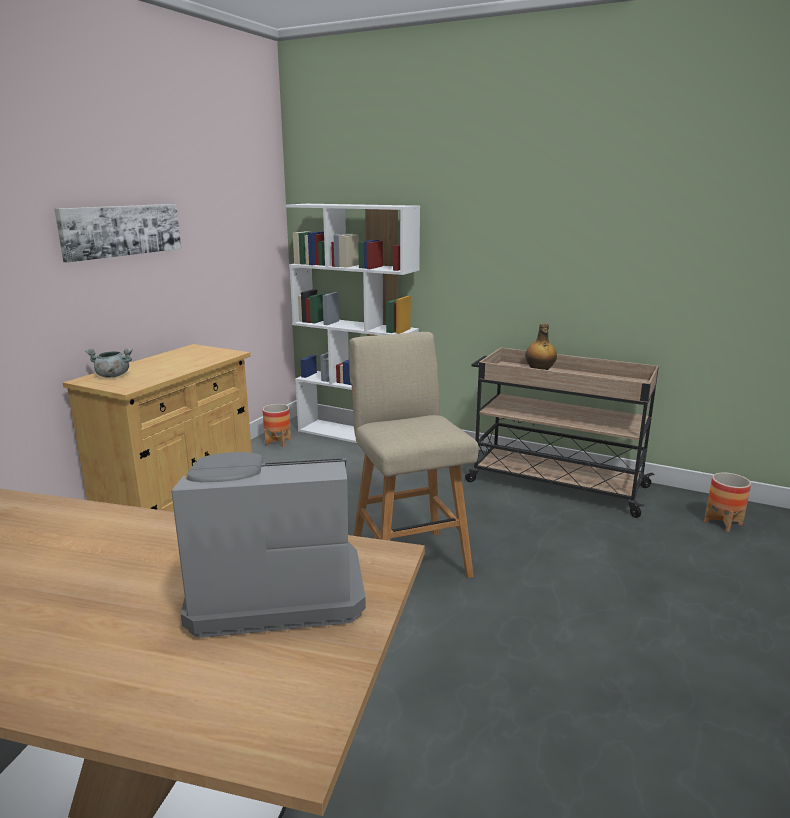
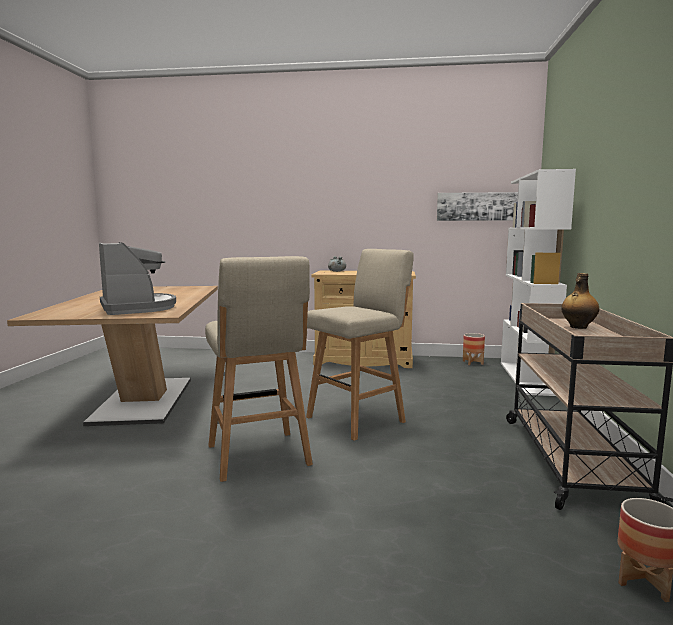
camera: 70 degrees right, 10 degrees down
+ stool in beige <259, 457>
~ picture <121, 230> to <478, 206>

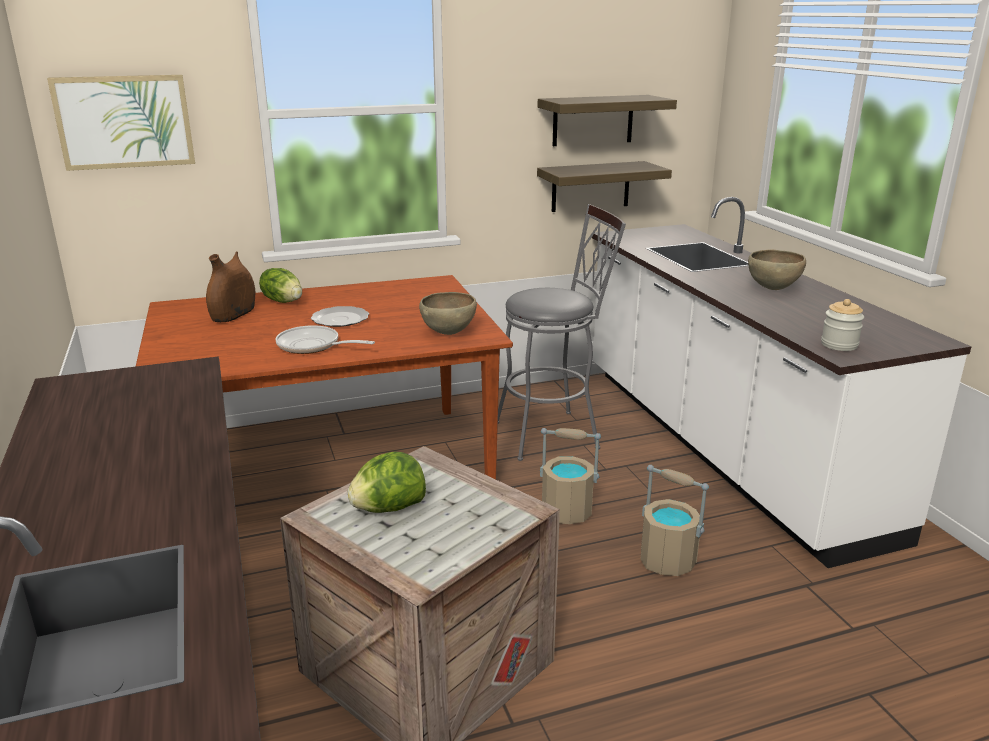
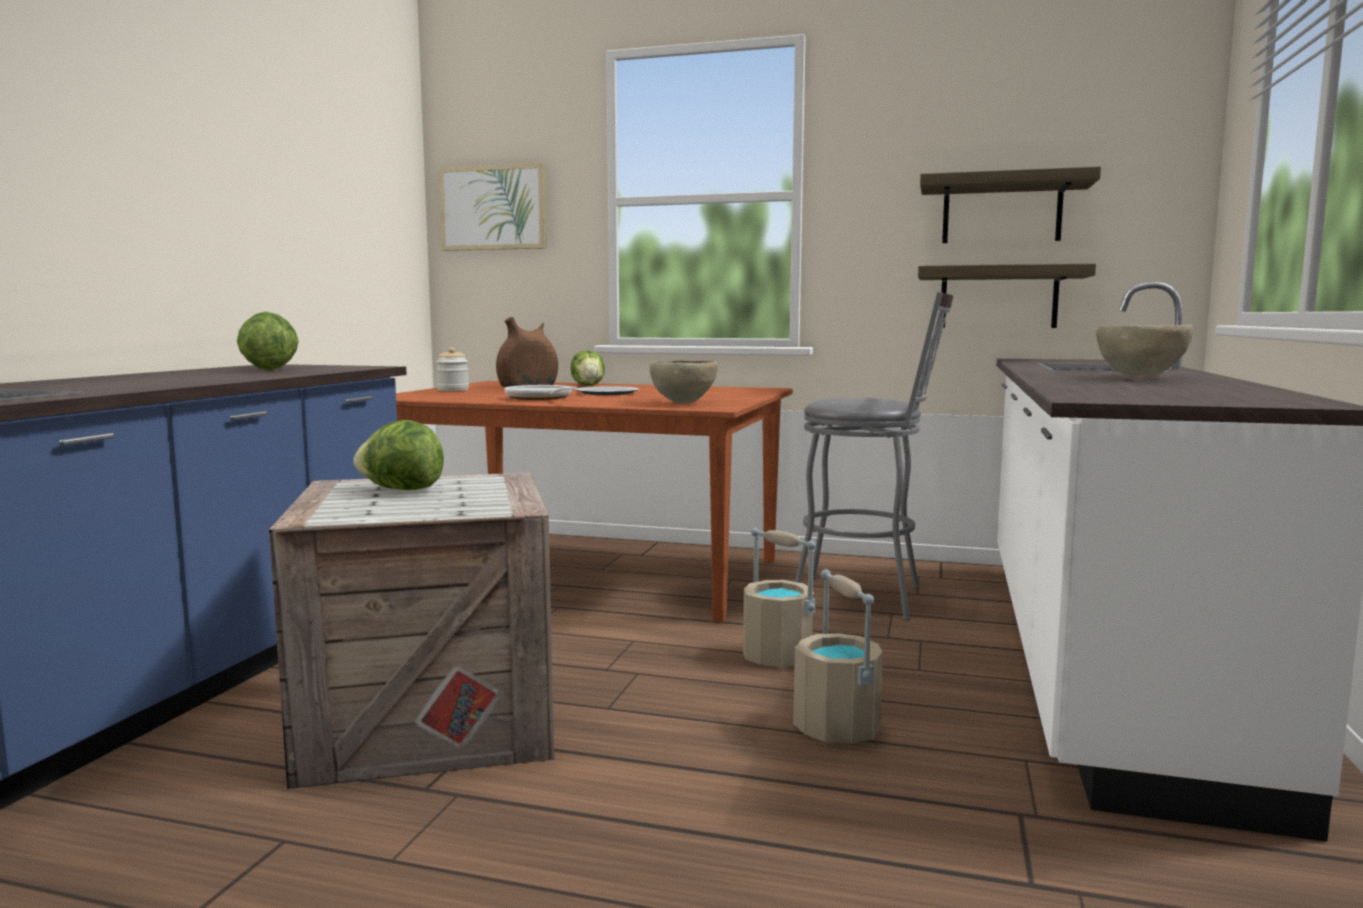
camera: 35 degrees right, 15 degrees down
+ lettuce <268, 370>
~ jar <839, 345> to <453, 389>

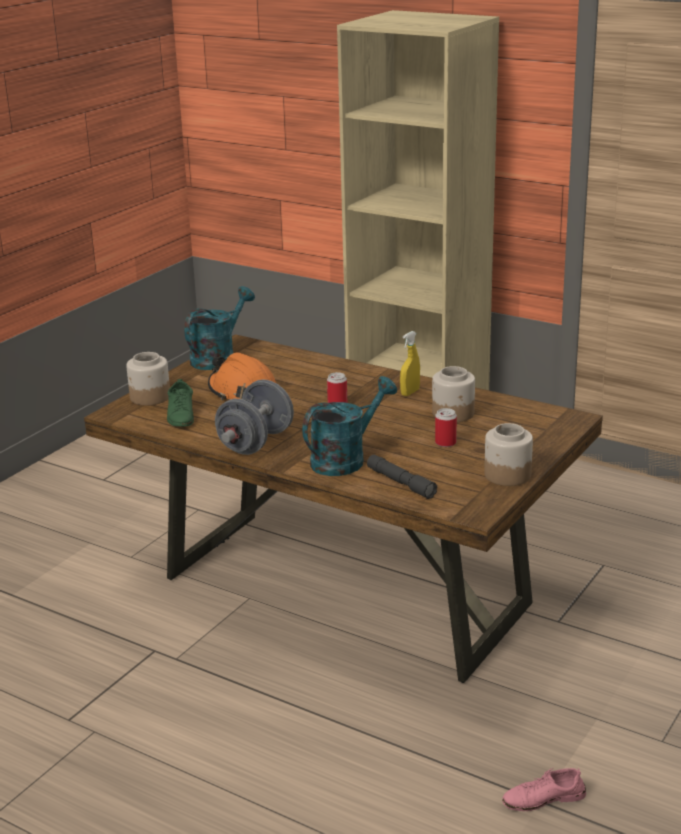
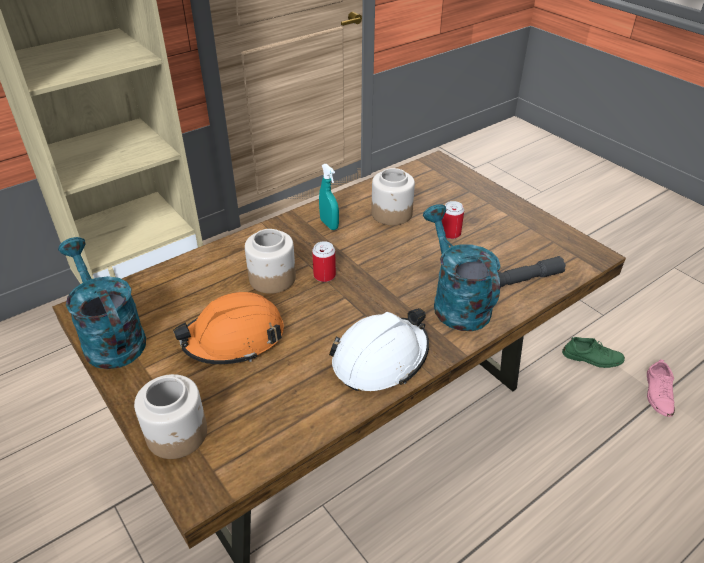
camera: 70 degrees left, 15 degrees up
~ jar <507, 475> to <271, 278>
~ spray bottle in yellow <410, 392> to spray bottle in turquoise <329, 224>
~ dumbbell in grey <256, 442> to hard hat in white <380, 359>
~ shoe in green <181, 415> to <592, 358>

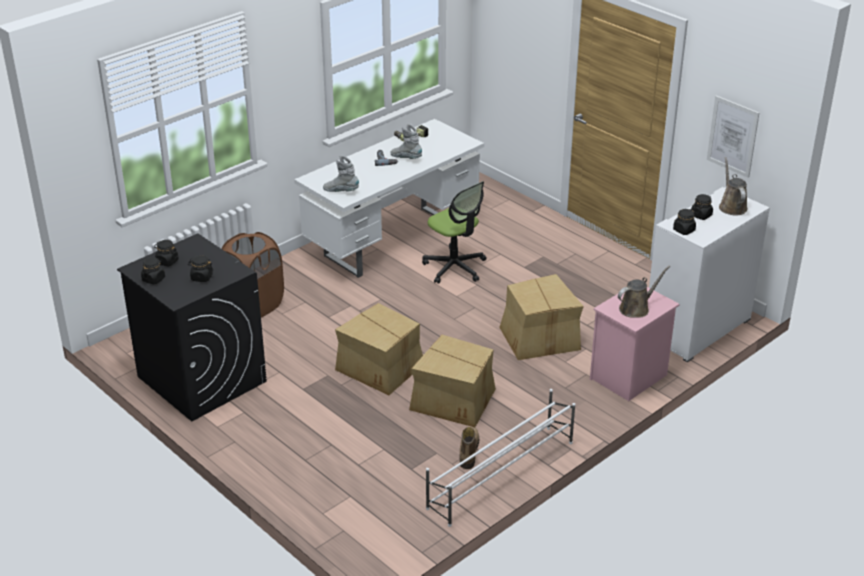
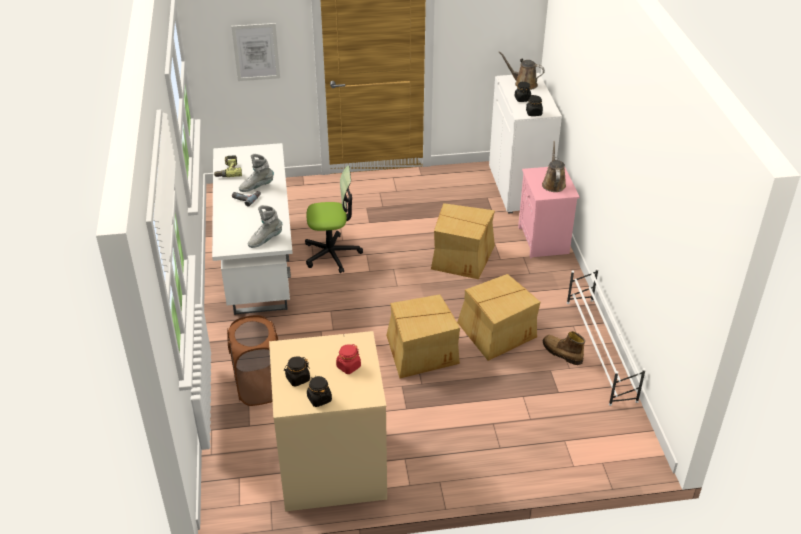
camera: 55 degrees left, 5 degrees up
~ picture <732, 136> to <256, 52>
~ washing machine in black <201, 378> to washing machine in beige <331, 467>
~ jar in black <201, 277> to jar in red <348, 366>

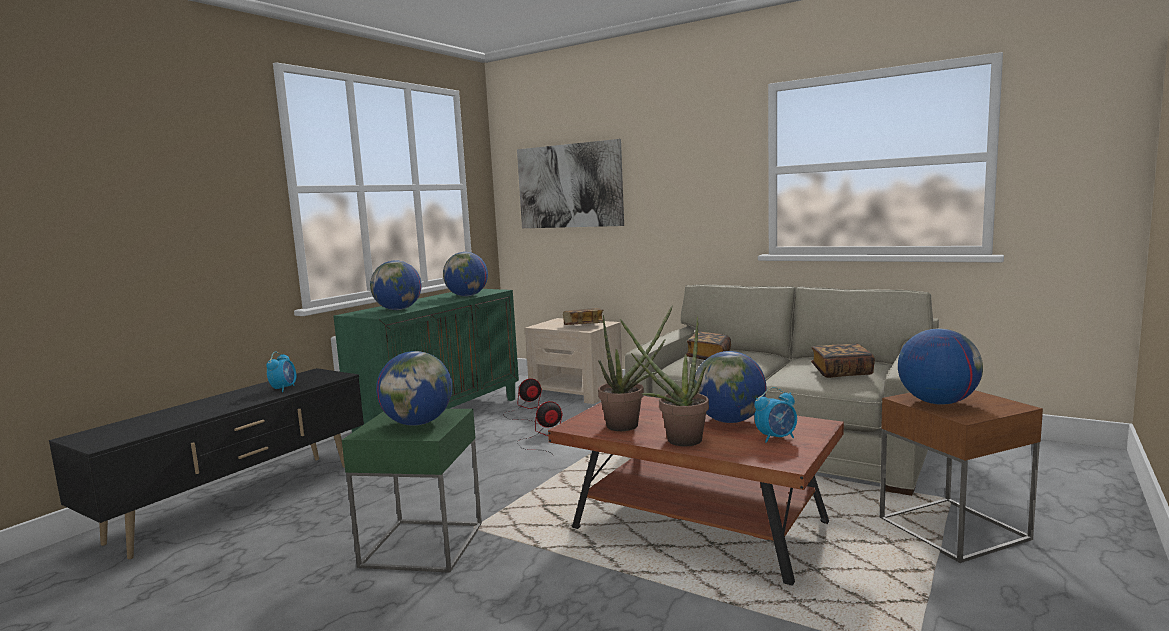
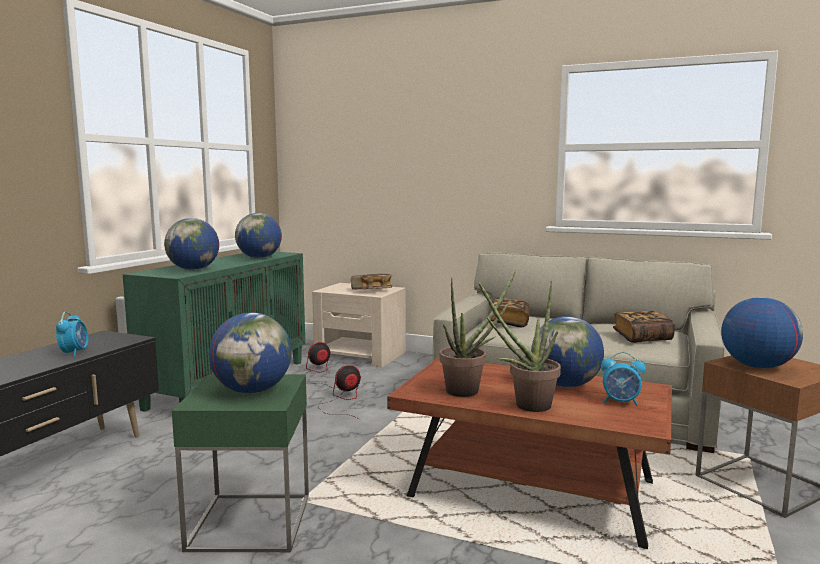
camera: 10 degrees left, 0 degrees up
~ alarm clock <776, 438> = <621, 402> 45 degrees clockwise
- picture <569, 186>

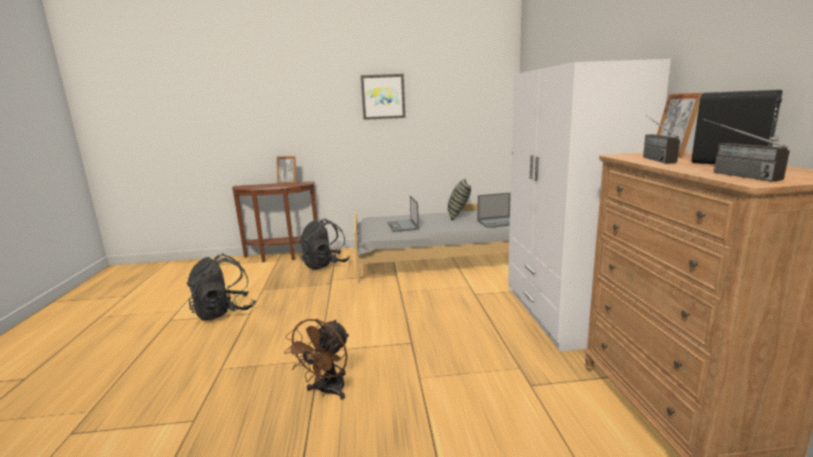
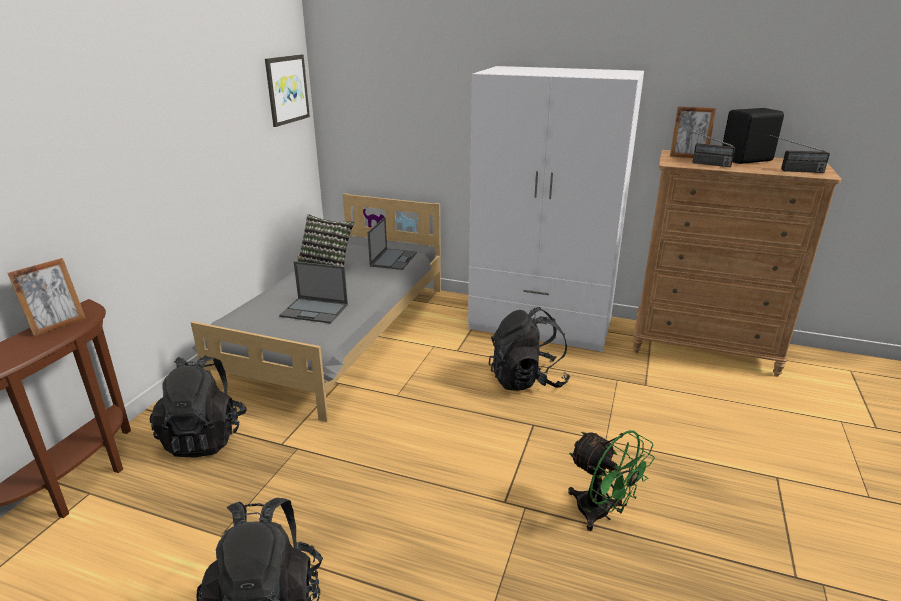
camera: 65 degrees left, 10 degrees up
~ picture <383, 97> to <286, 89>
+ backpack in black <527, 380>
~ fan in brown <327, 391> to fan in green <601, 514>

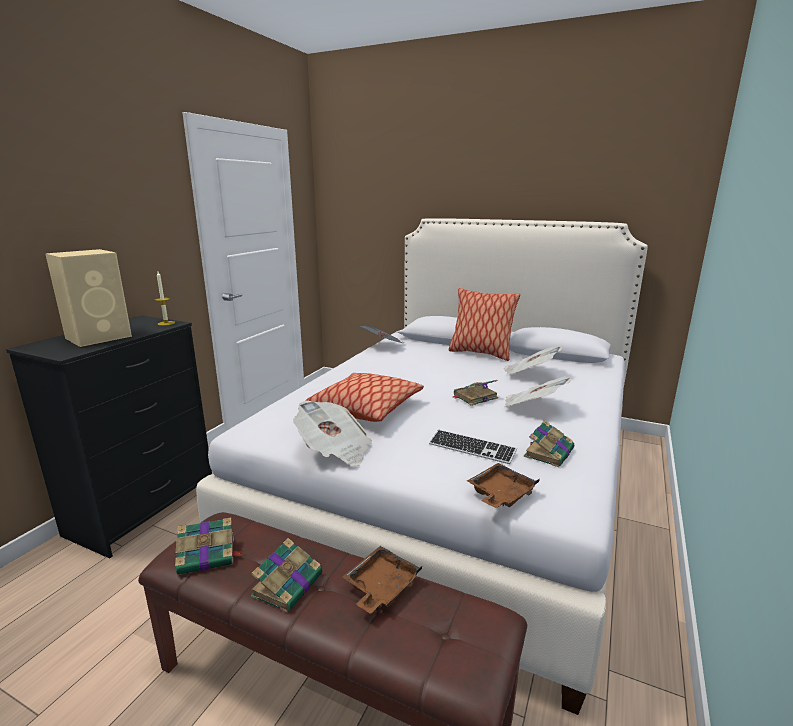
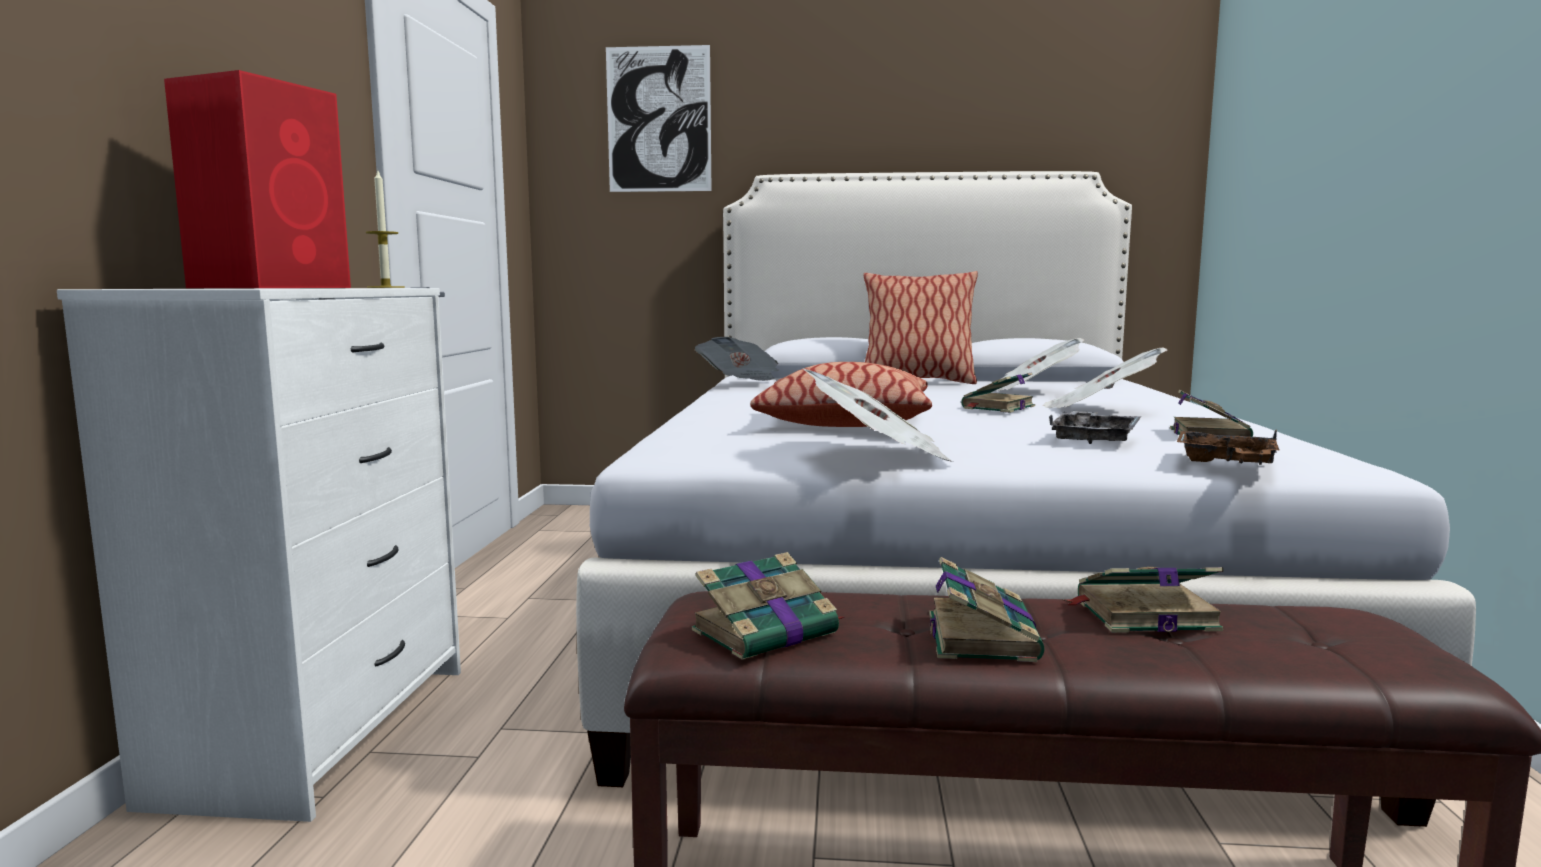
camera: 20 degrees left, 10 degrees down
~ dresser in black <143, 509> to dresser in white <321, 732>
~ speaker in beige <100, 337> to speaker in red <274, 288>
+ picture <659, 119>
~ keyboard <472, 448> to tray in grey <1094, 440>
~ tray in brown <381, 587> to book <1142, 615>

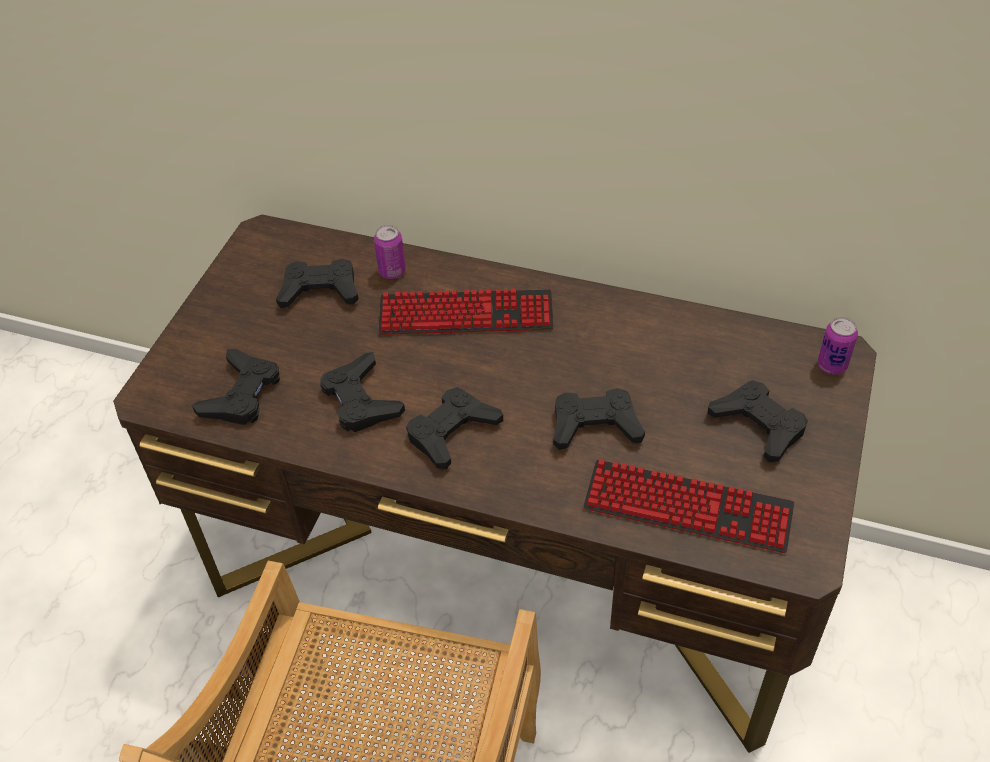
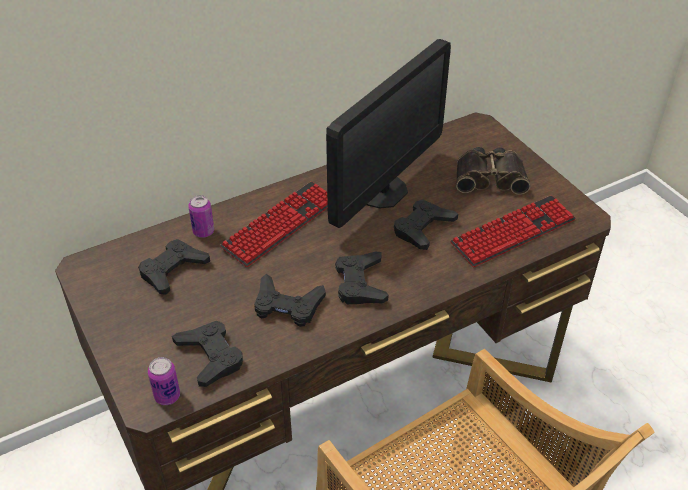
camera: 50 degrees left, 5 degrees down
~ can <832, 365> to <167, 396>
+ monitor <383, 191>
~ game controller in black <758, 425> to binoculars <490, 177>

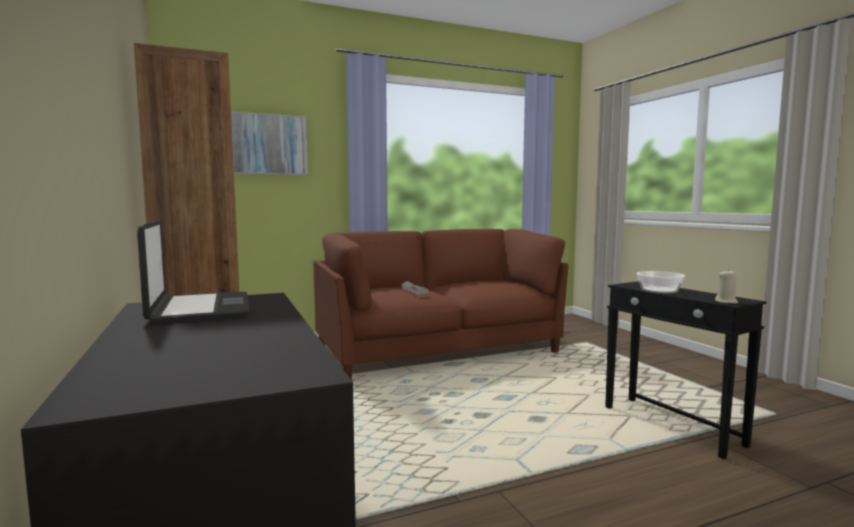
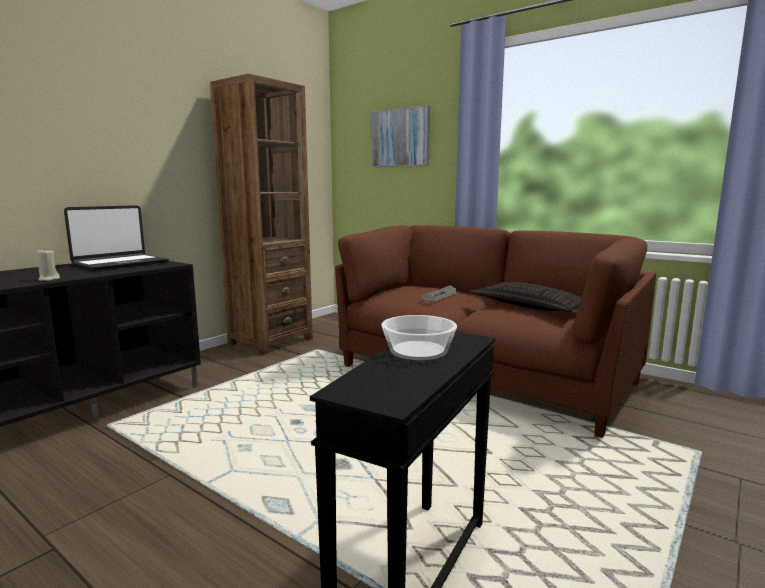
camera: 60 degrees right, 5 degrees up
~ candle in beige <726, 302> to <48, 279>
+ pillow <529, 306>

